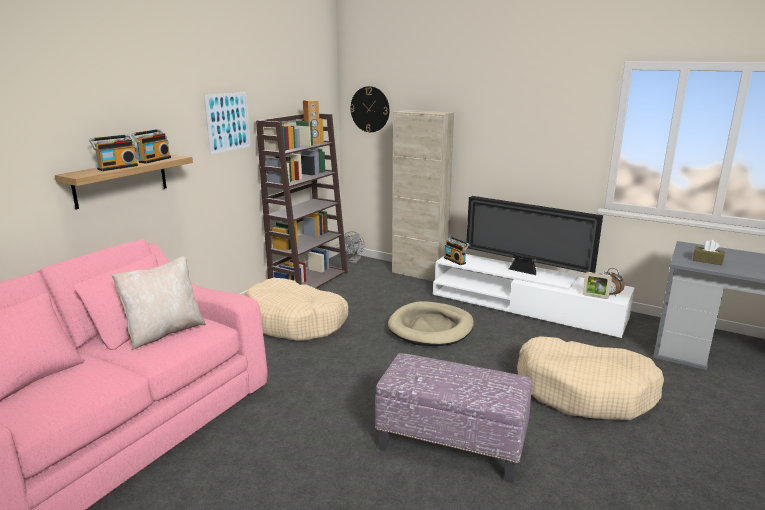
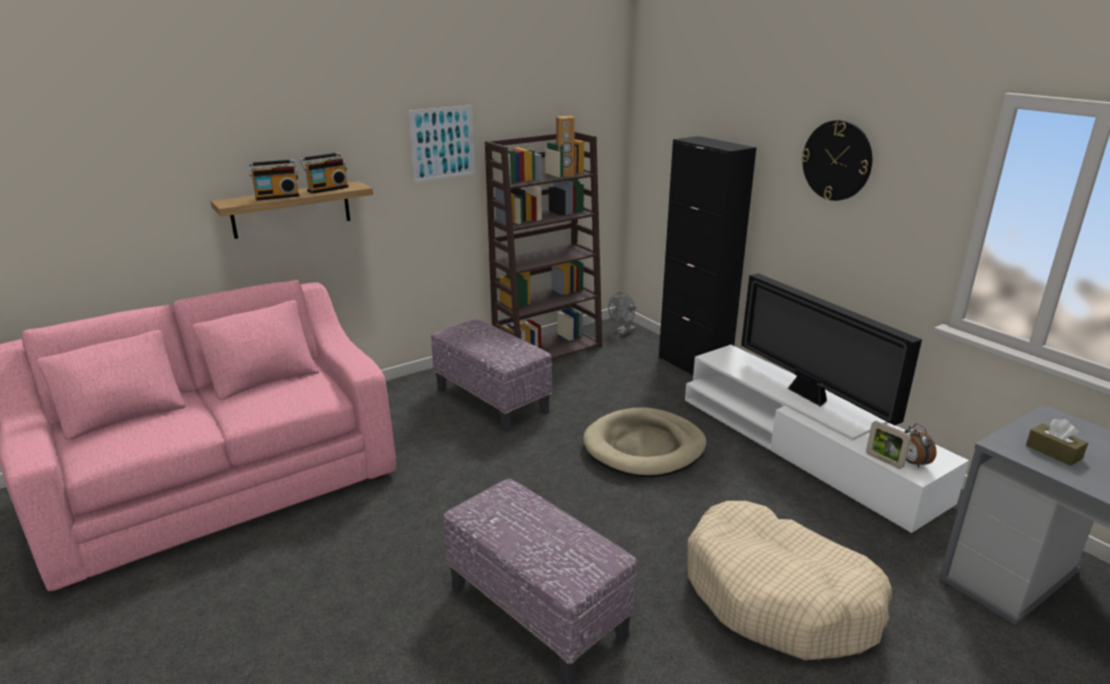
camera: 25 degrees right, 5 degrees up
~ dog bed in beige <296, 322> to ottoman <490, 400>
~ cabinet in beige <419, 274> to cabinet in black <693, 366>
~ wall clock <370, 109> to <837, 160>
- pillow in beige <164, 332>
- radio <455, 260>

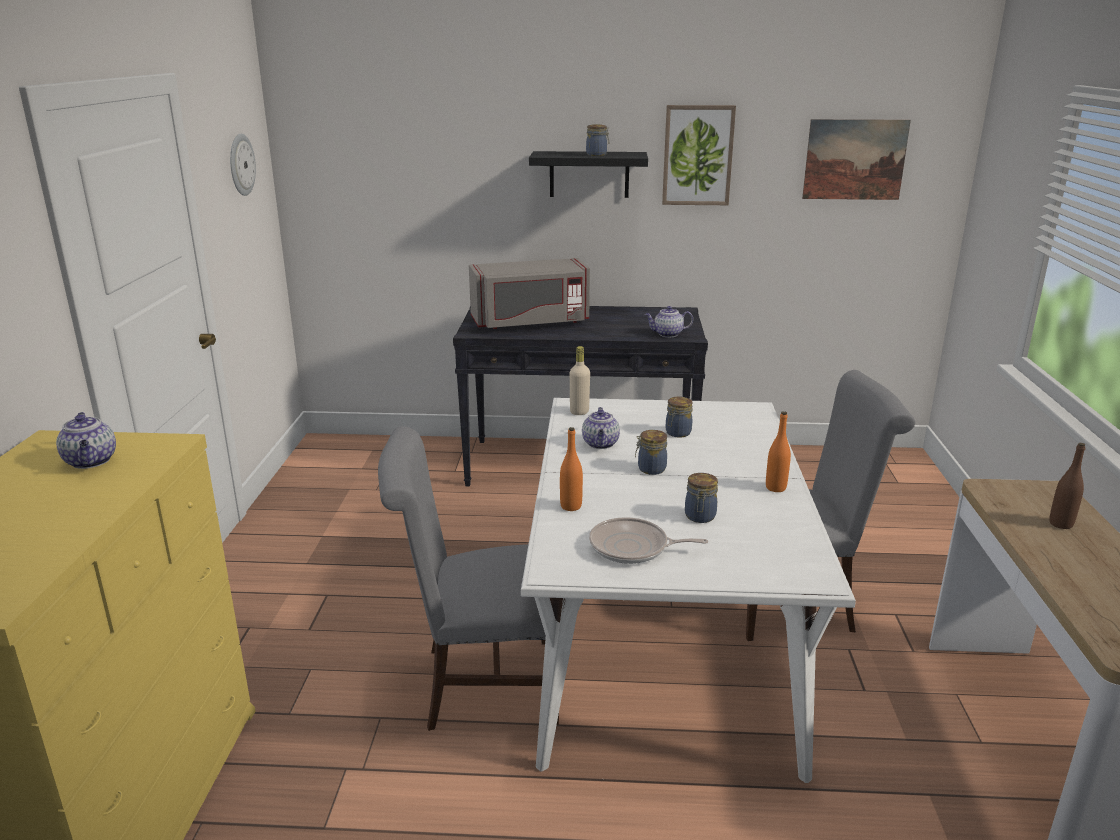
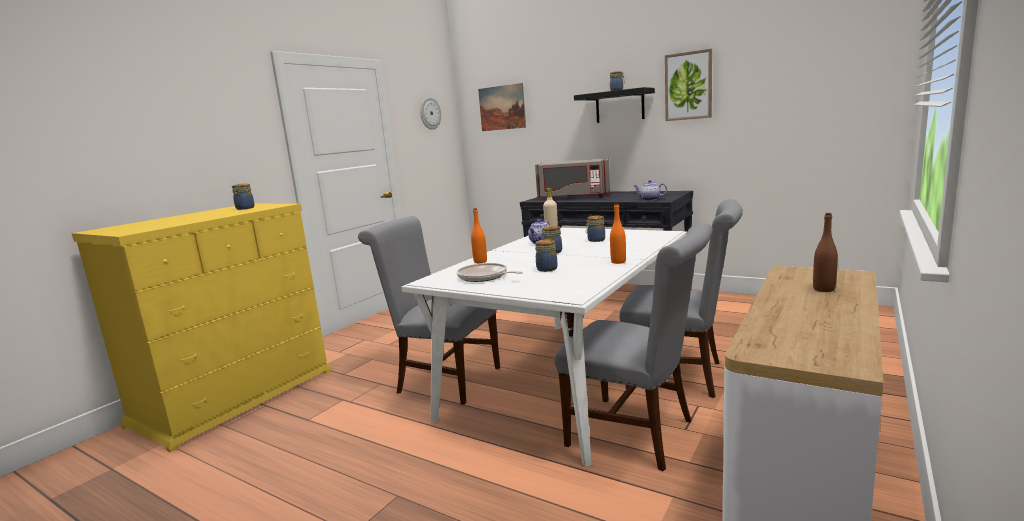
camera: 30 degrees right, 10 degrees down
~ teapot <91, 461> to jar <244, 208>
~ picture <855, 159> to <502, 107>
+ chair in grey <638, 433>

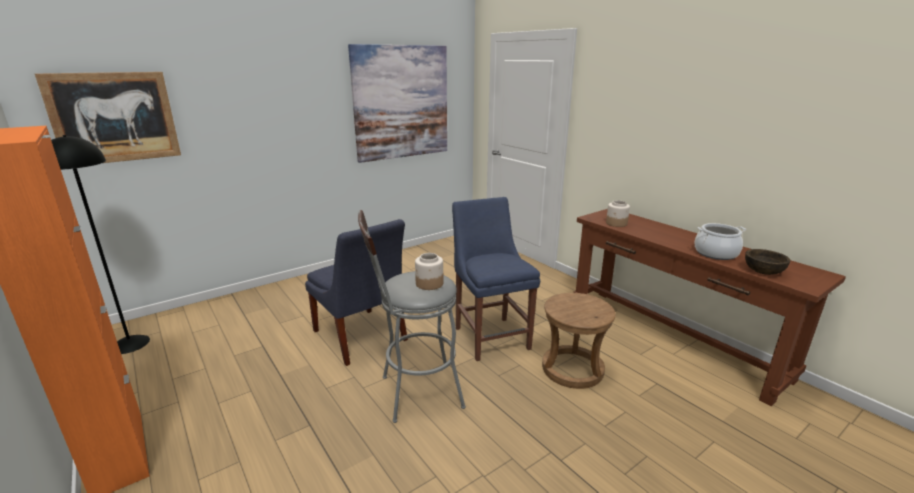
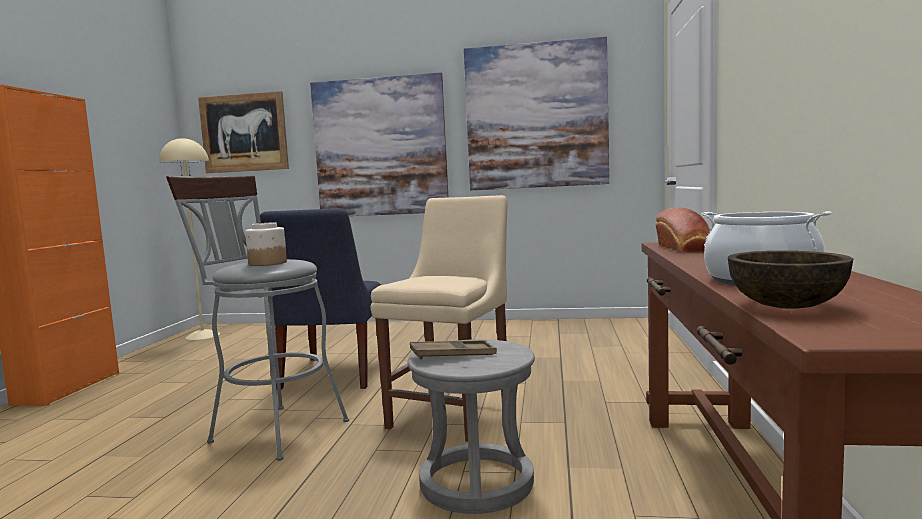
camera: 45 degrees right, 15 degrees down
~ floor lamp in black <130, 344> to floor lamp in beige <203, 335>
+ picture <380, 147>
~ chair in blue <490, 336> to chair in beige <453, 413>
~ stool in brown <572, 369> to stool in grey <476, 482>
+ tray in brown <453, 355>
~ jar <616, 223> to bread <685, 248>

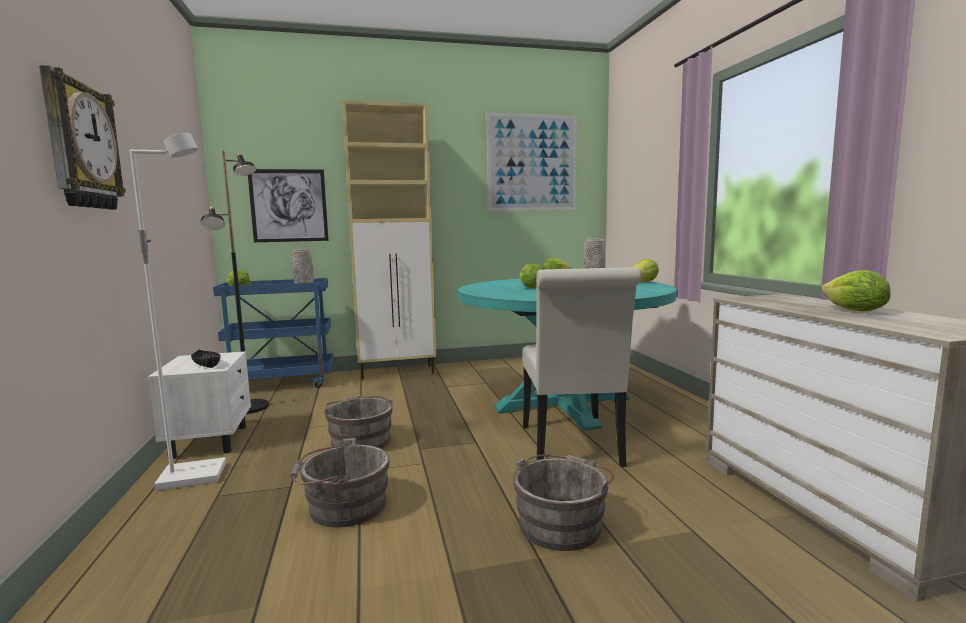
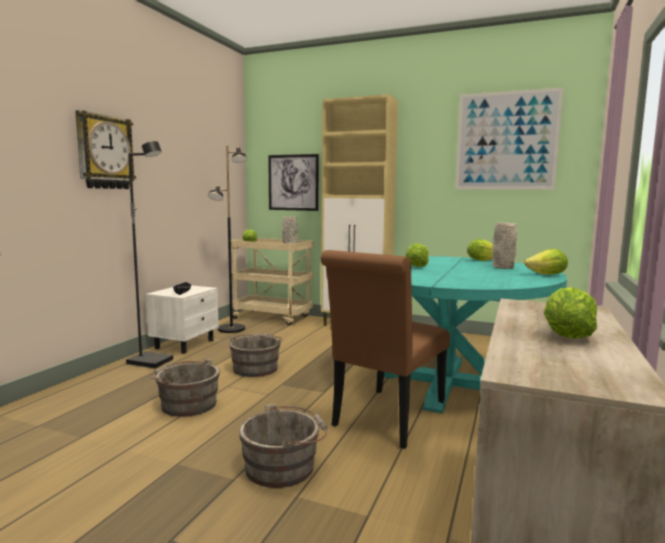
camera: 35 degrees right, 0 degrees up
~ floor lamp in white <194, 476> to floor lamp in black <151, 361>
~ cart in blue <283, 383> to cart in beige <273, 317>
~ chair in white <572, 449> to chair in brown <385, 420>

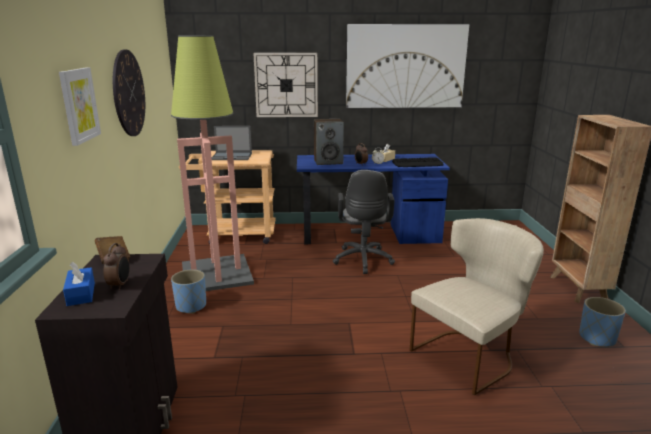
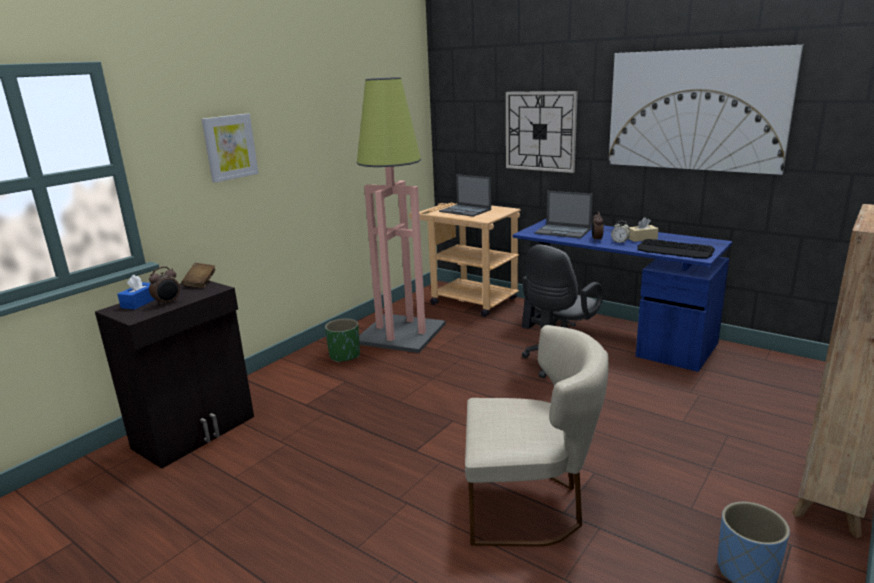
camera: 40 degrees right, 0 degrees up
~ planter in blue <191, 306> to planter in green <345, 356>
~ speaker <328, 162> to laptop <564, 231>
- wall clock <128, 93>

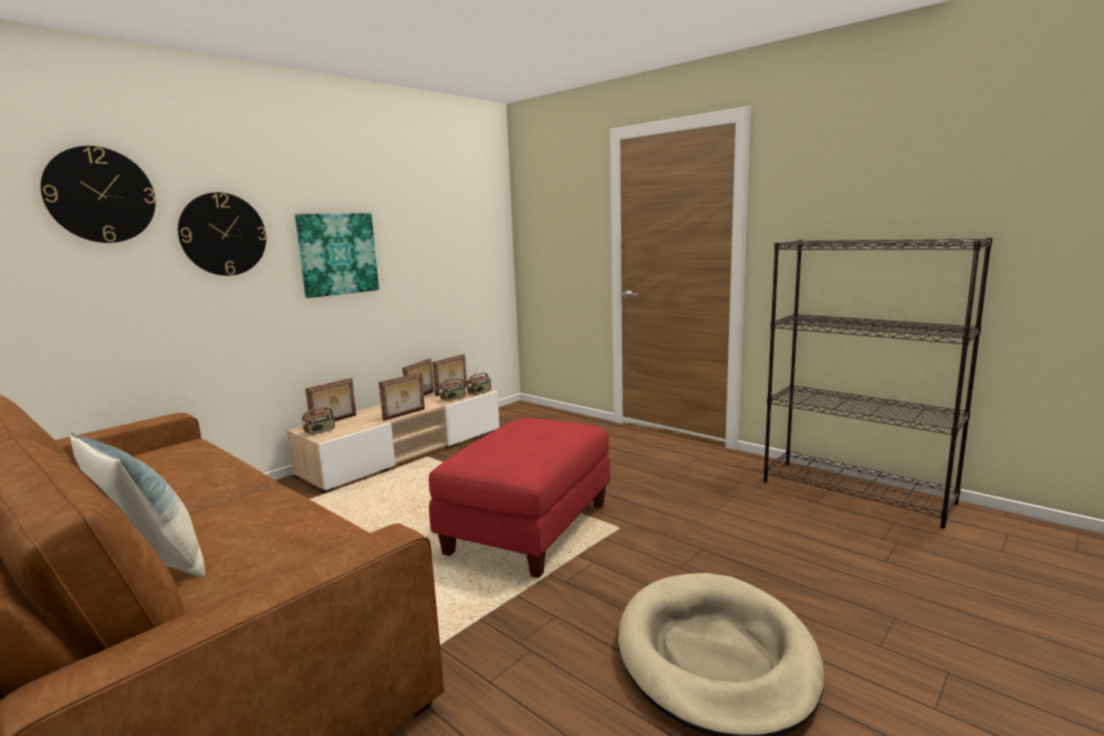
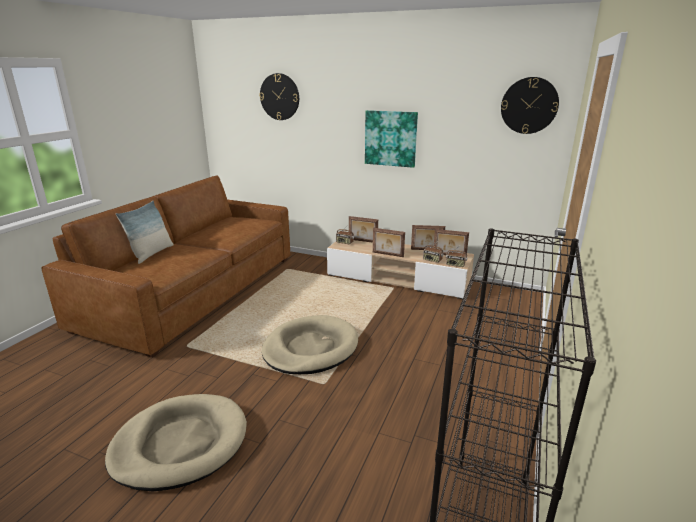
camera: 70 degrees right, 10 degrees up
~ ottoman in red <529, 529> to dog bed in beige <310, 348>
~ wall clock <223, 234> to <529, 105>

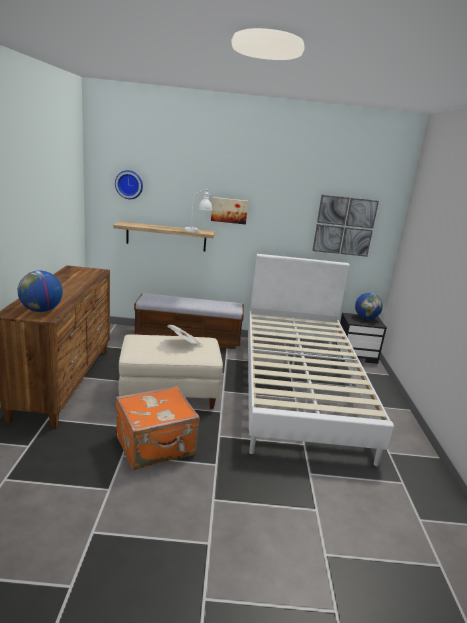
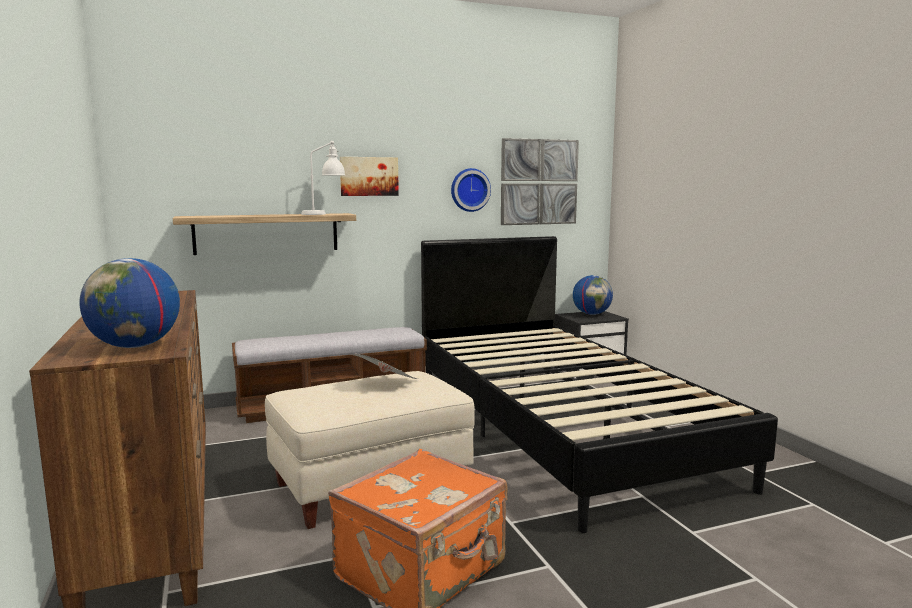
camera: 20 degrees left, 10 degrees down
~ bed in white <299, 388> to bed in black <559, 428>
~ wall clock <129, 184> to <469, 190>

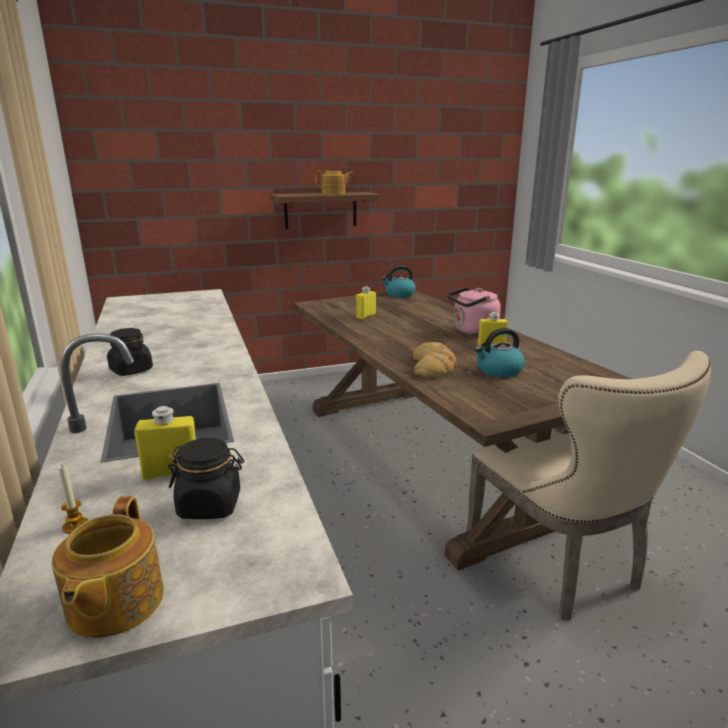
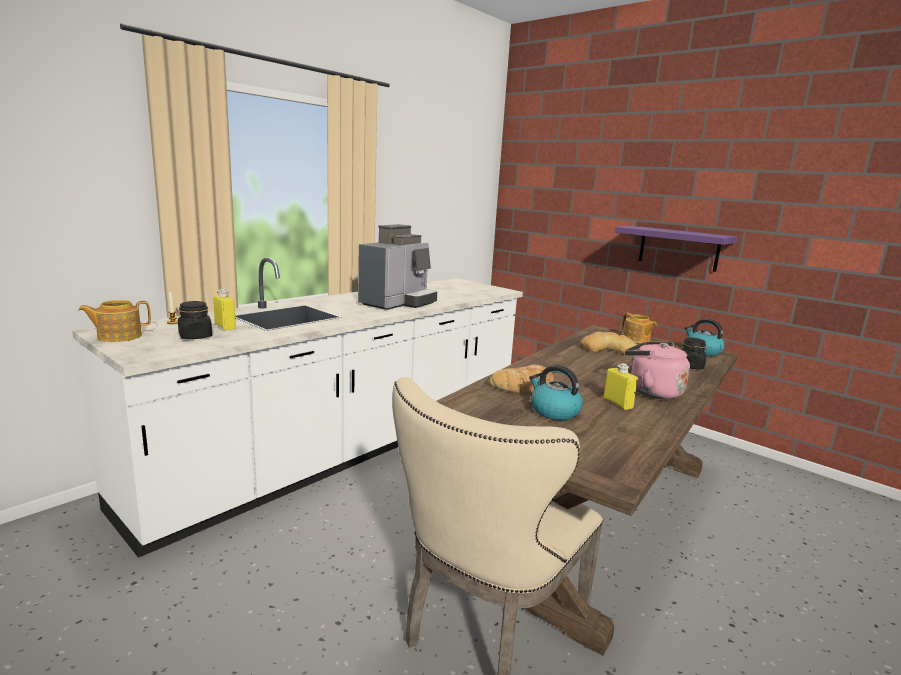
camera: 60 degrees right, 5 degrees down
+ coffee machine <398, 303>
~ bottle in yellow <366, 316> to bread <607, 349>
~ shelf in brown <320, 210> to shelf in purple <678, 248>
~ teapot <334, 193> to <636, 339>
~ jar in black <131, 370> to <690, 366>

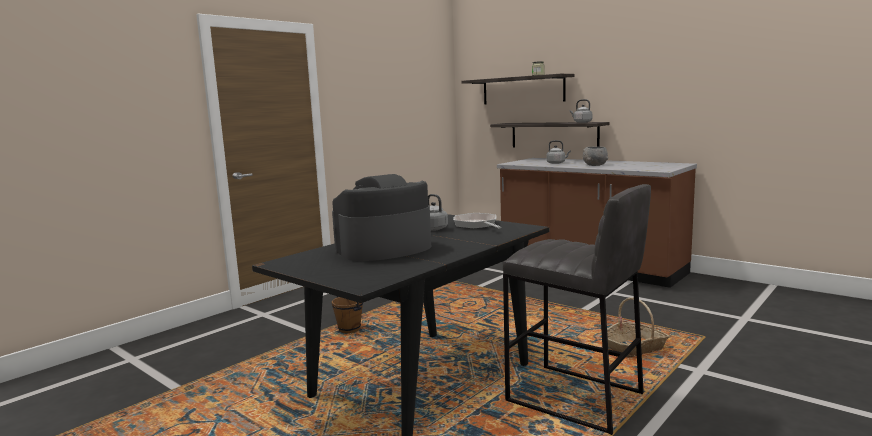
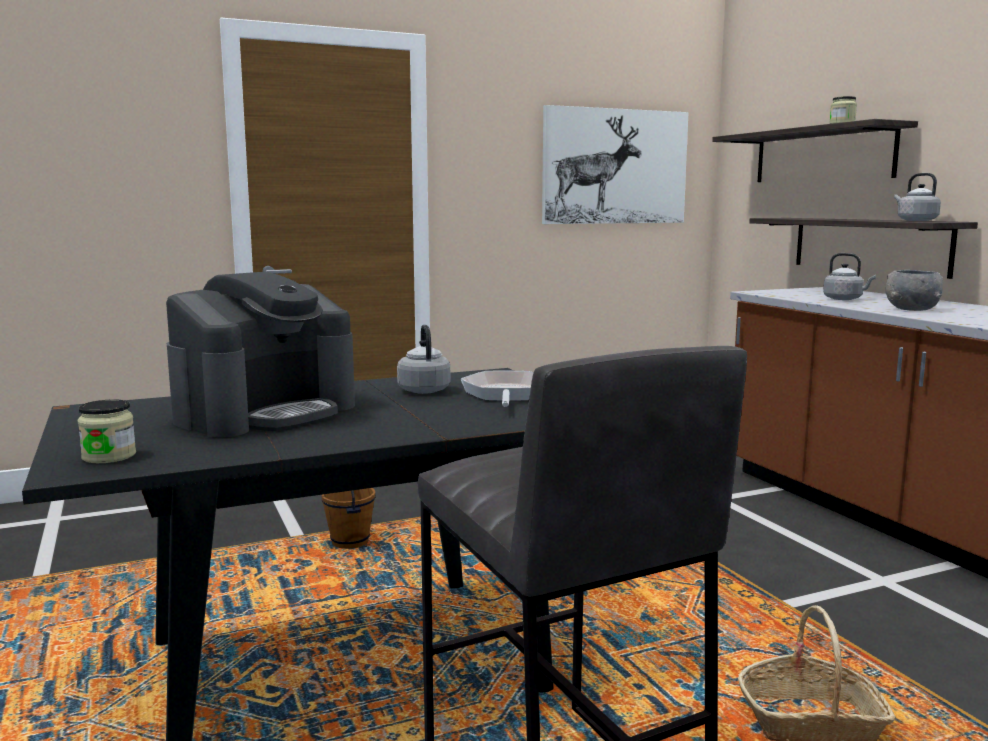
camera: 25 degrees right, 0 degrees up
+ jar <109, 456>
~ coffee machine <383, 249> = <266, 412> 135 degrees clockwise
+ picture <615, 167>

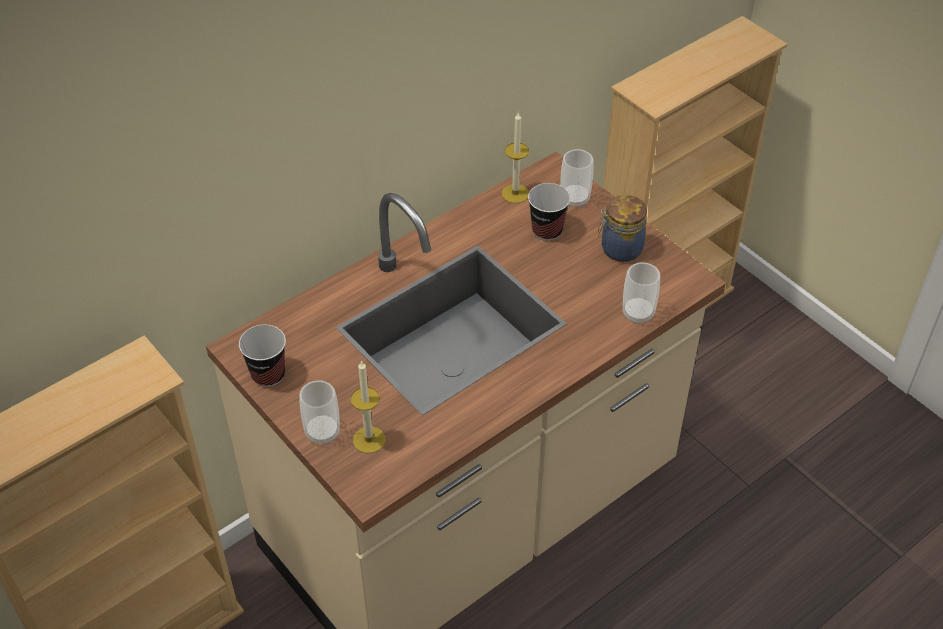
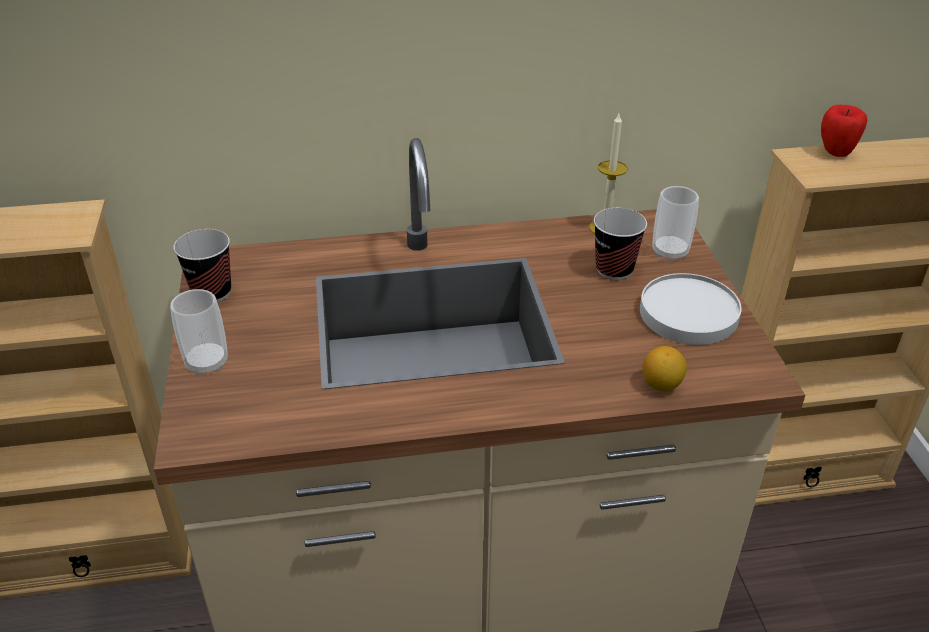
camera: 30 degrees right, 10 degrees down
~ jar <619, 249> to plate in white <687, 314>
~ cup <638, 313> to lemon <661, 385>
+ apple <835, 153>
- candle <369, 440>

